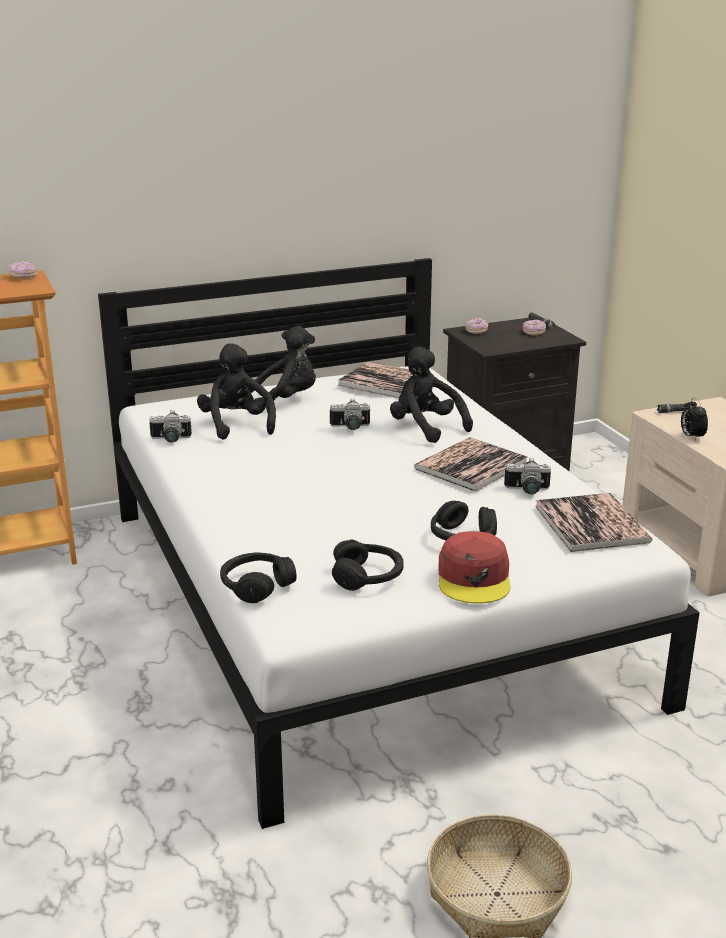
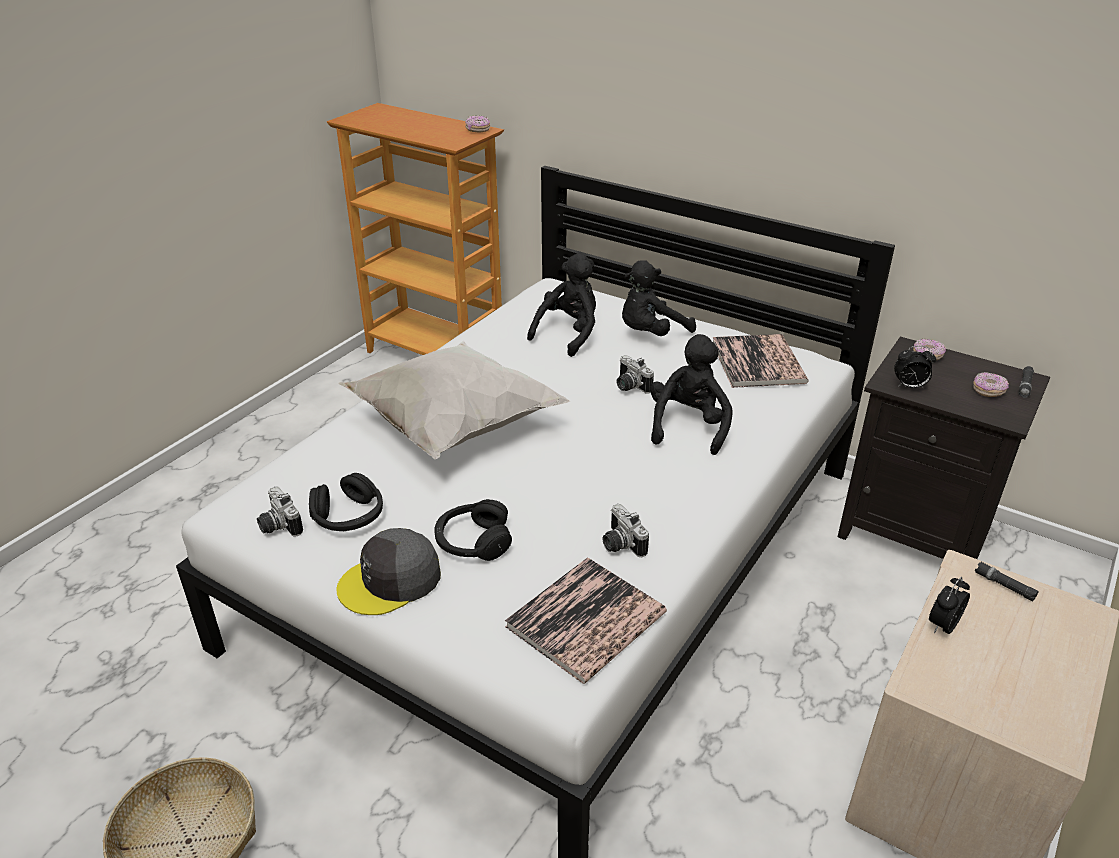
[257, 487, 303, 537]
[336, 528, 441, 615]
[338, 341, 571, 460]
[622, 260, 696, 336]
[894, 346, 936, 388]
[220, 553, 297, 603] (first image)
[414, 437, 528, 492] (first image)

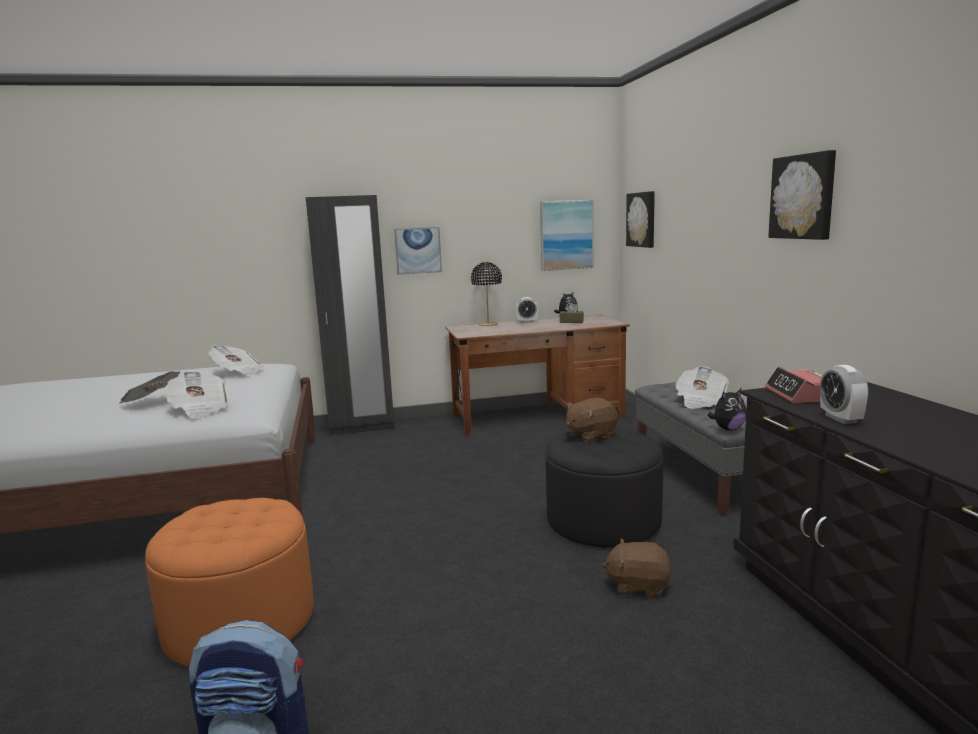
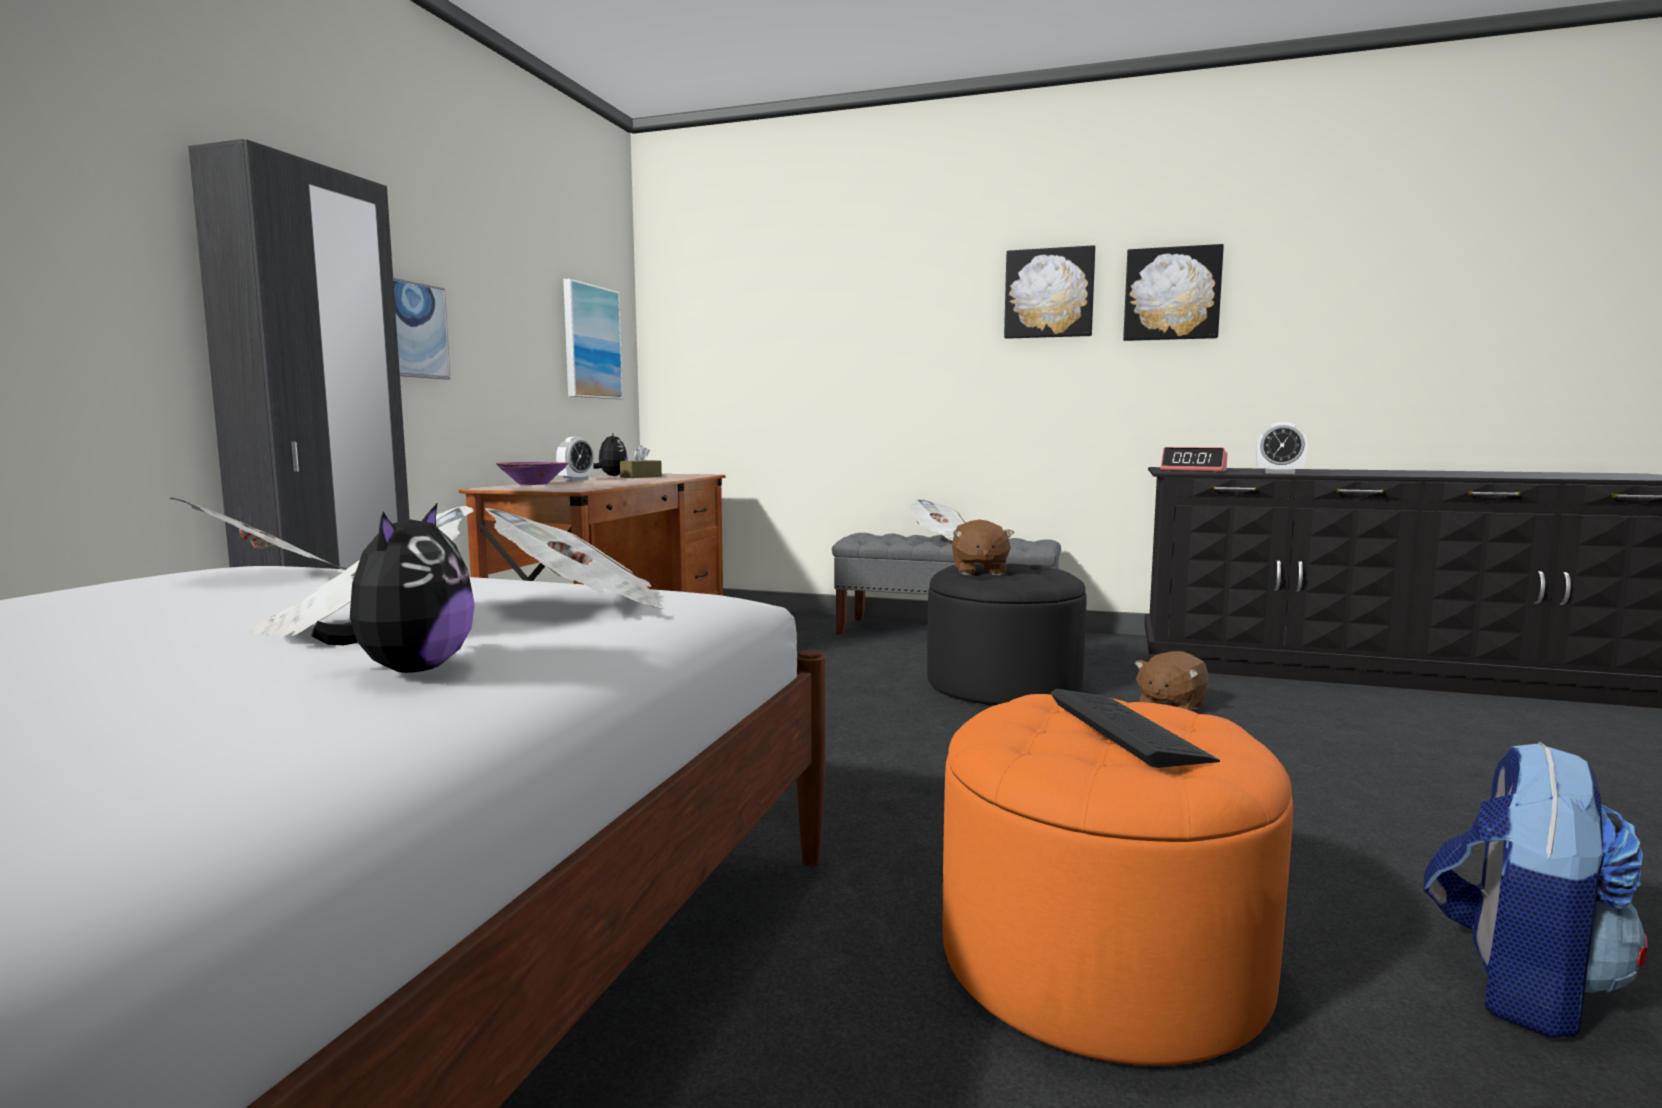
[311, 504, 475, 673]
[496, 462, 568, 485]
[1051, 689, 1220, 768]
[1123, 244, 1224, 341]

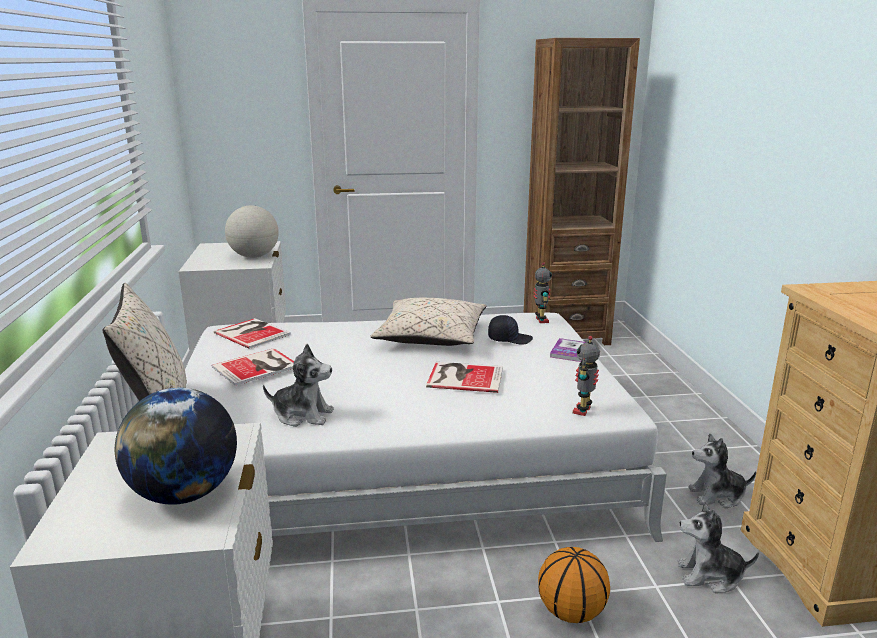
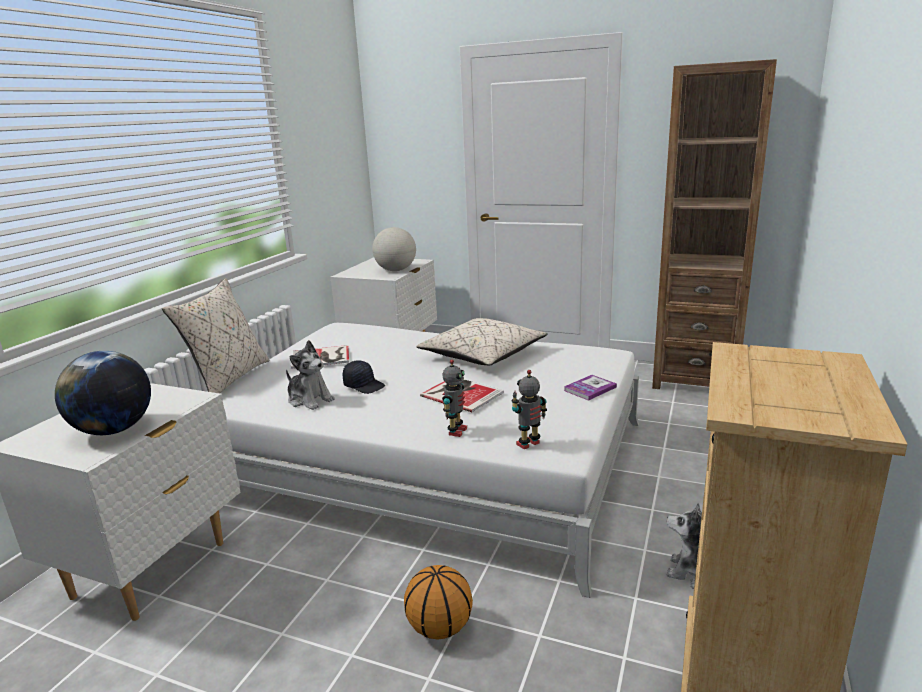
[343, 360, 385, 394]
[442, 359, 467, 437]
[214, 318, 291, 349] (first image)
[677, 501, 759, 593] (first image)

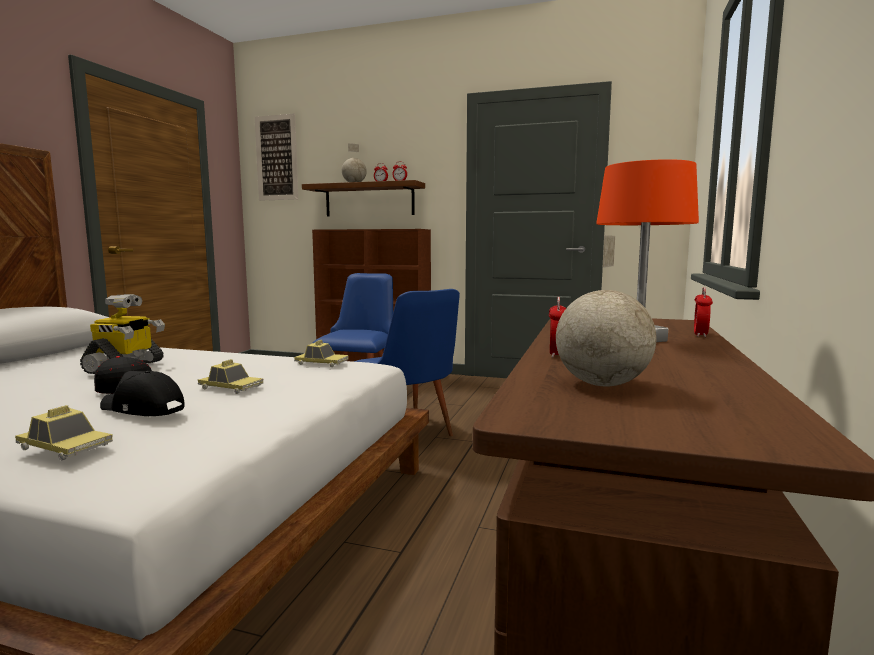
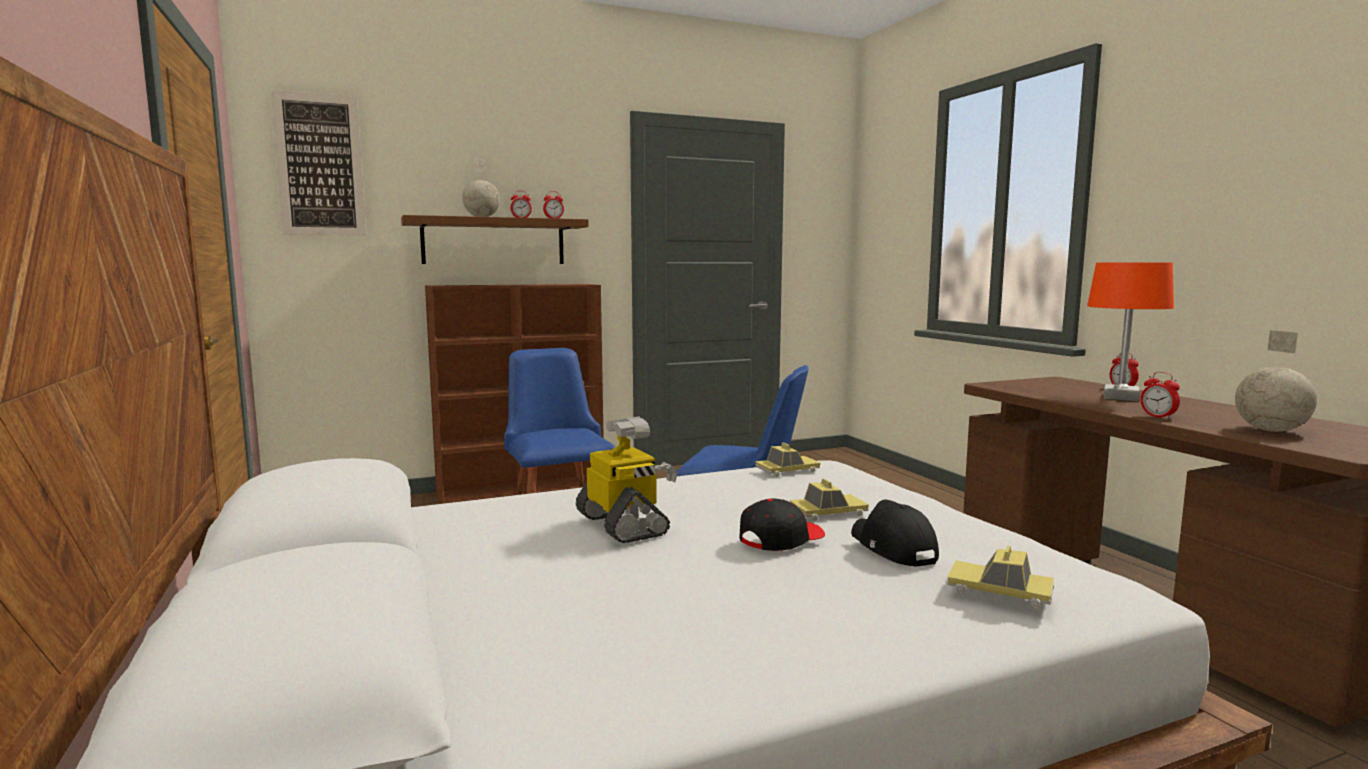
[851, 499, 939, 566]
[947, 545, 1054, 609]

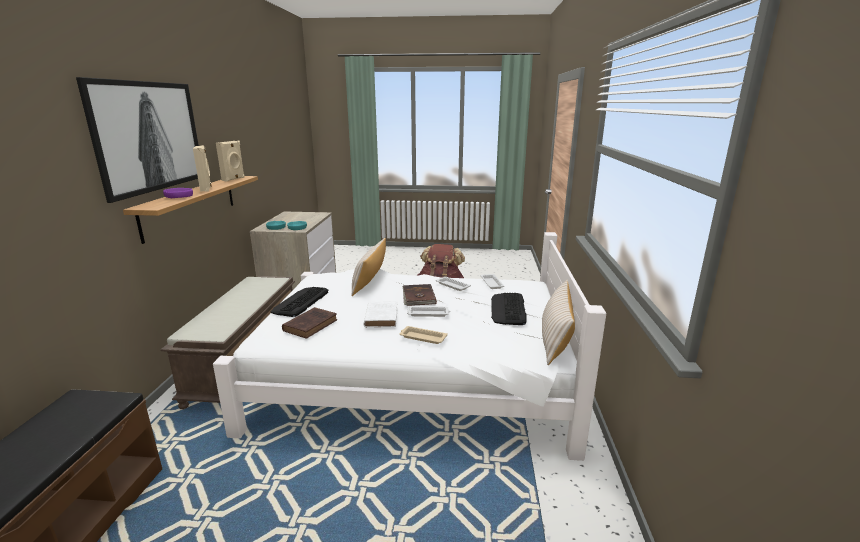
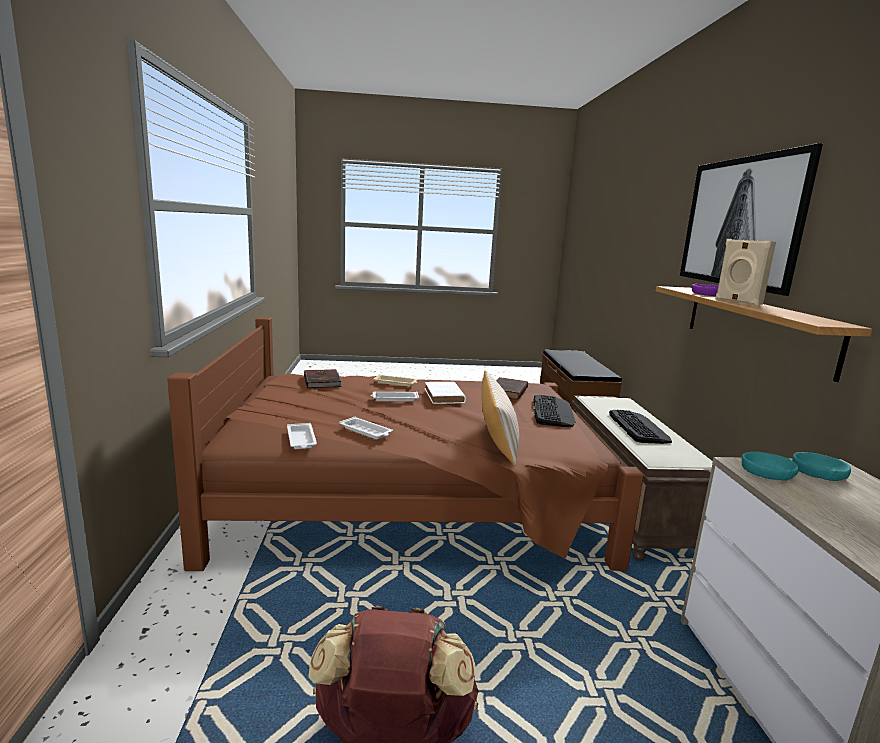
[167, 317, 644, 571]
[304, 369, 342, 388]
[609, 410, 672, 444]
[216, 141, 245, 181] (first image)
[542, 280, 575, 365] (first image)

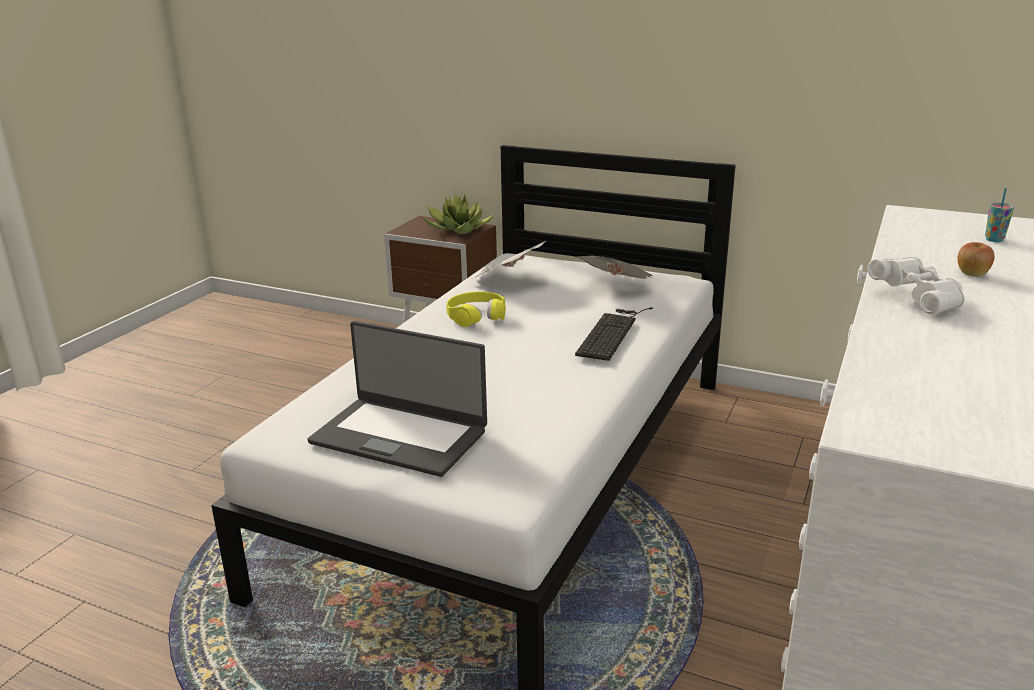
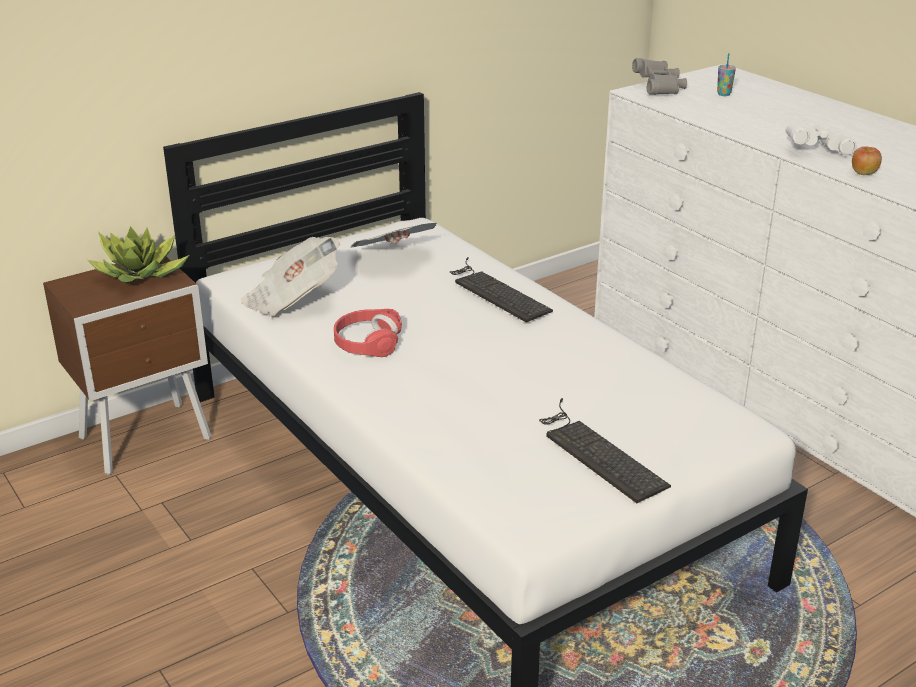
[334, 309, 402, 357]
[539, 398, 671, 503]
[632, 58, 687, 95]
[852, 146, 882, 175]

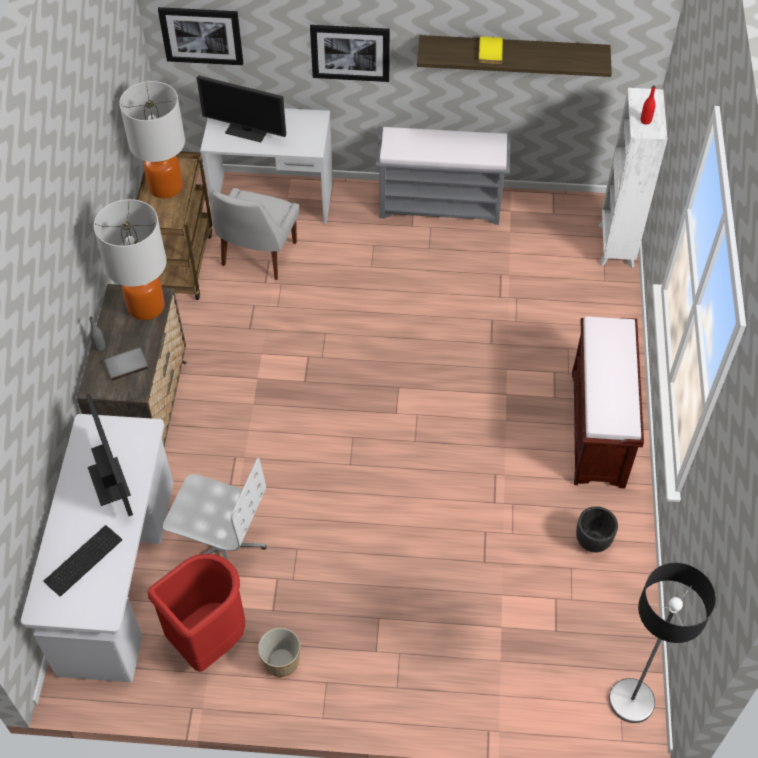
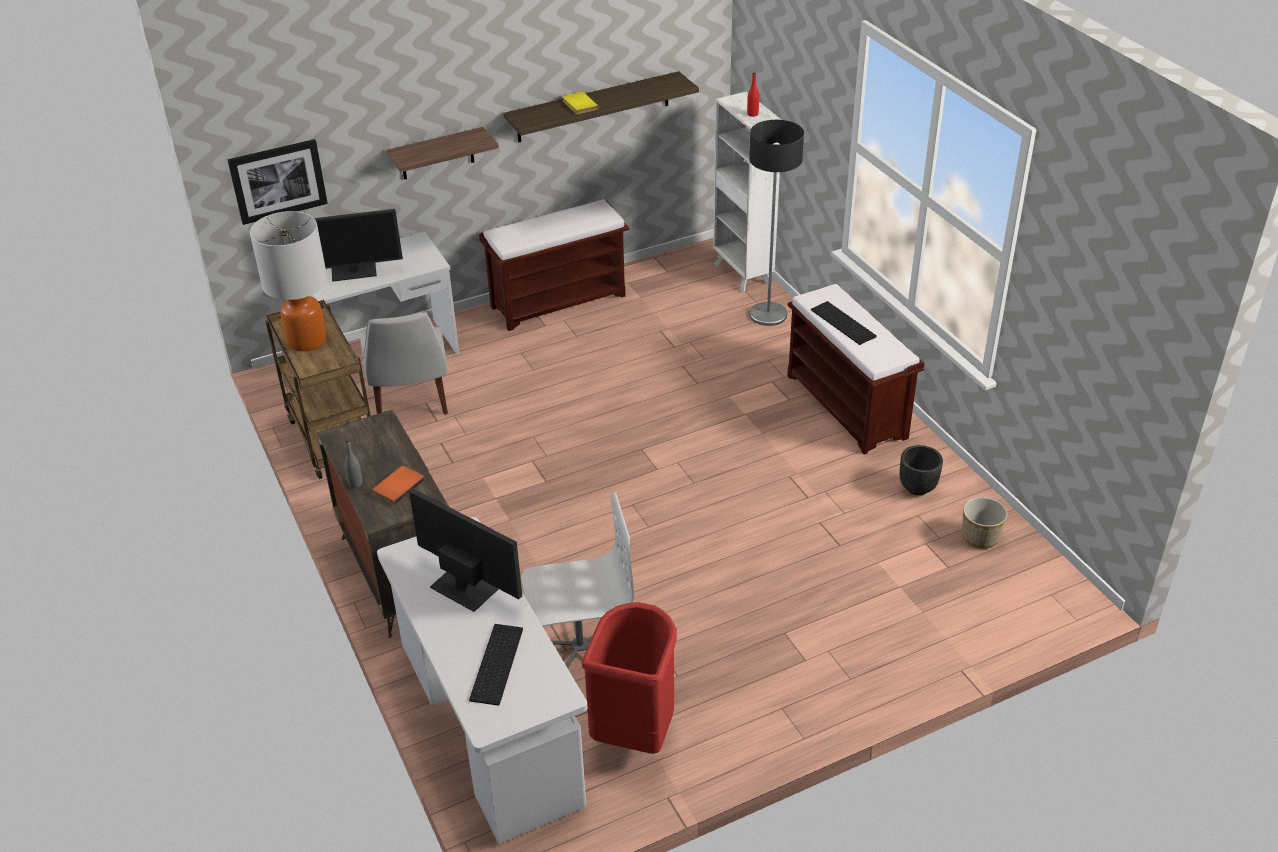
[372, 466, 425, 505]
[386, 127, 499, 180]
[479, 199, 629, 331]
[749, 120, 804, 326]
[811, 301, 877, 345]
[962, 497, 1007, 549]
[94, 199, 167, 320] (first image)

